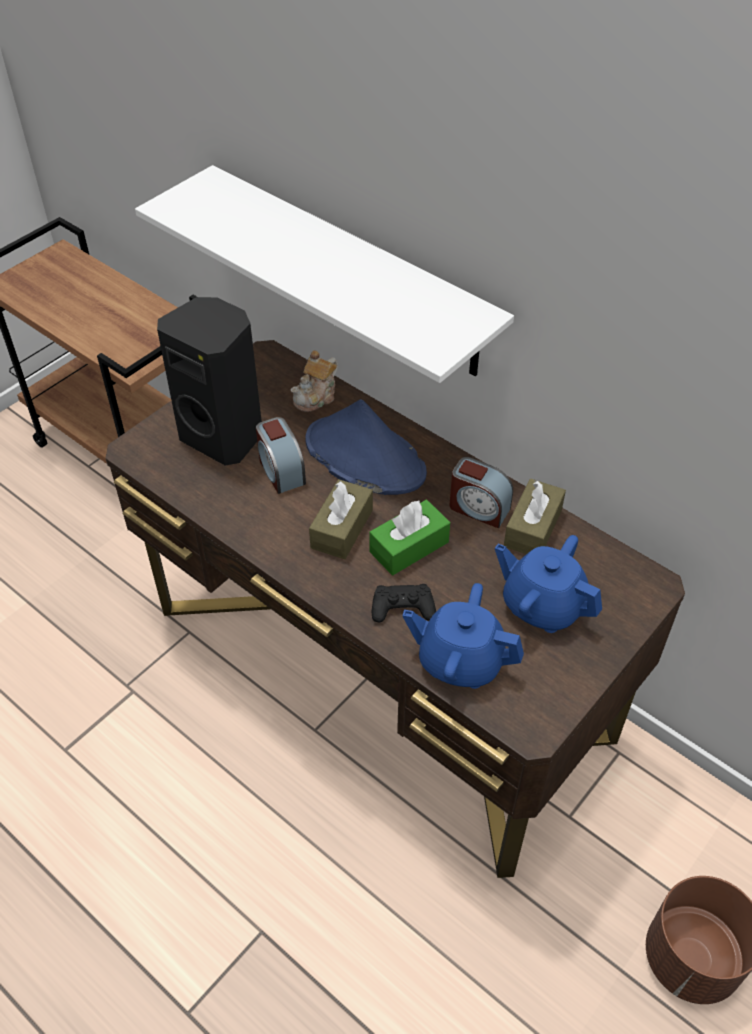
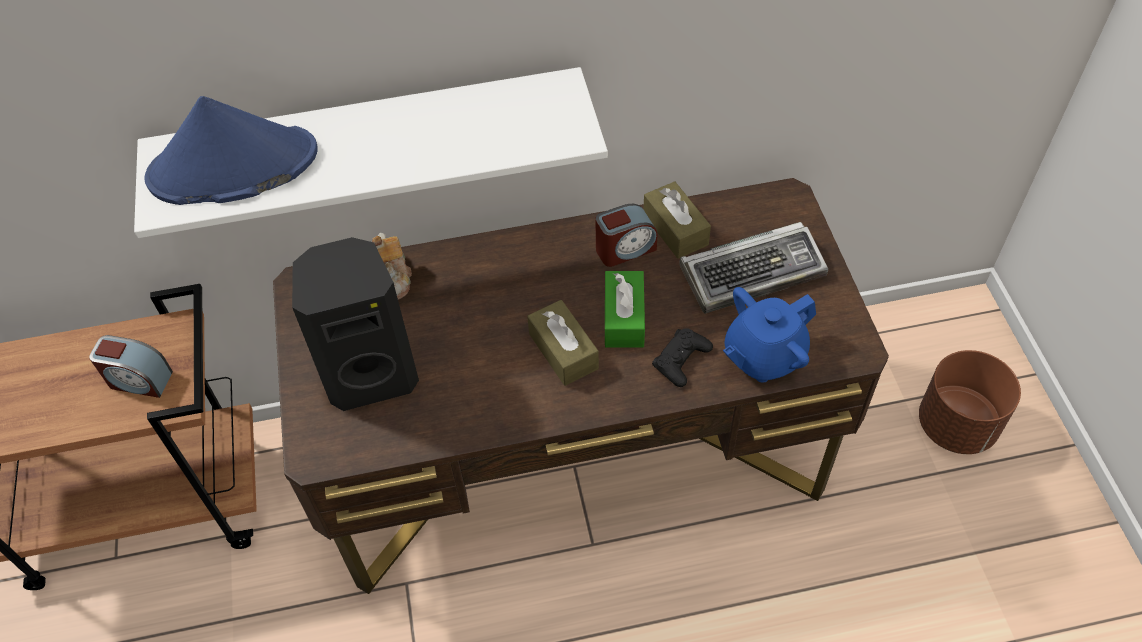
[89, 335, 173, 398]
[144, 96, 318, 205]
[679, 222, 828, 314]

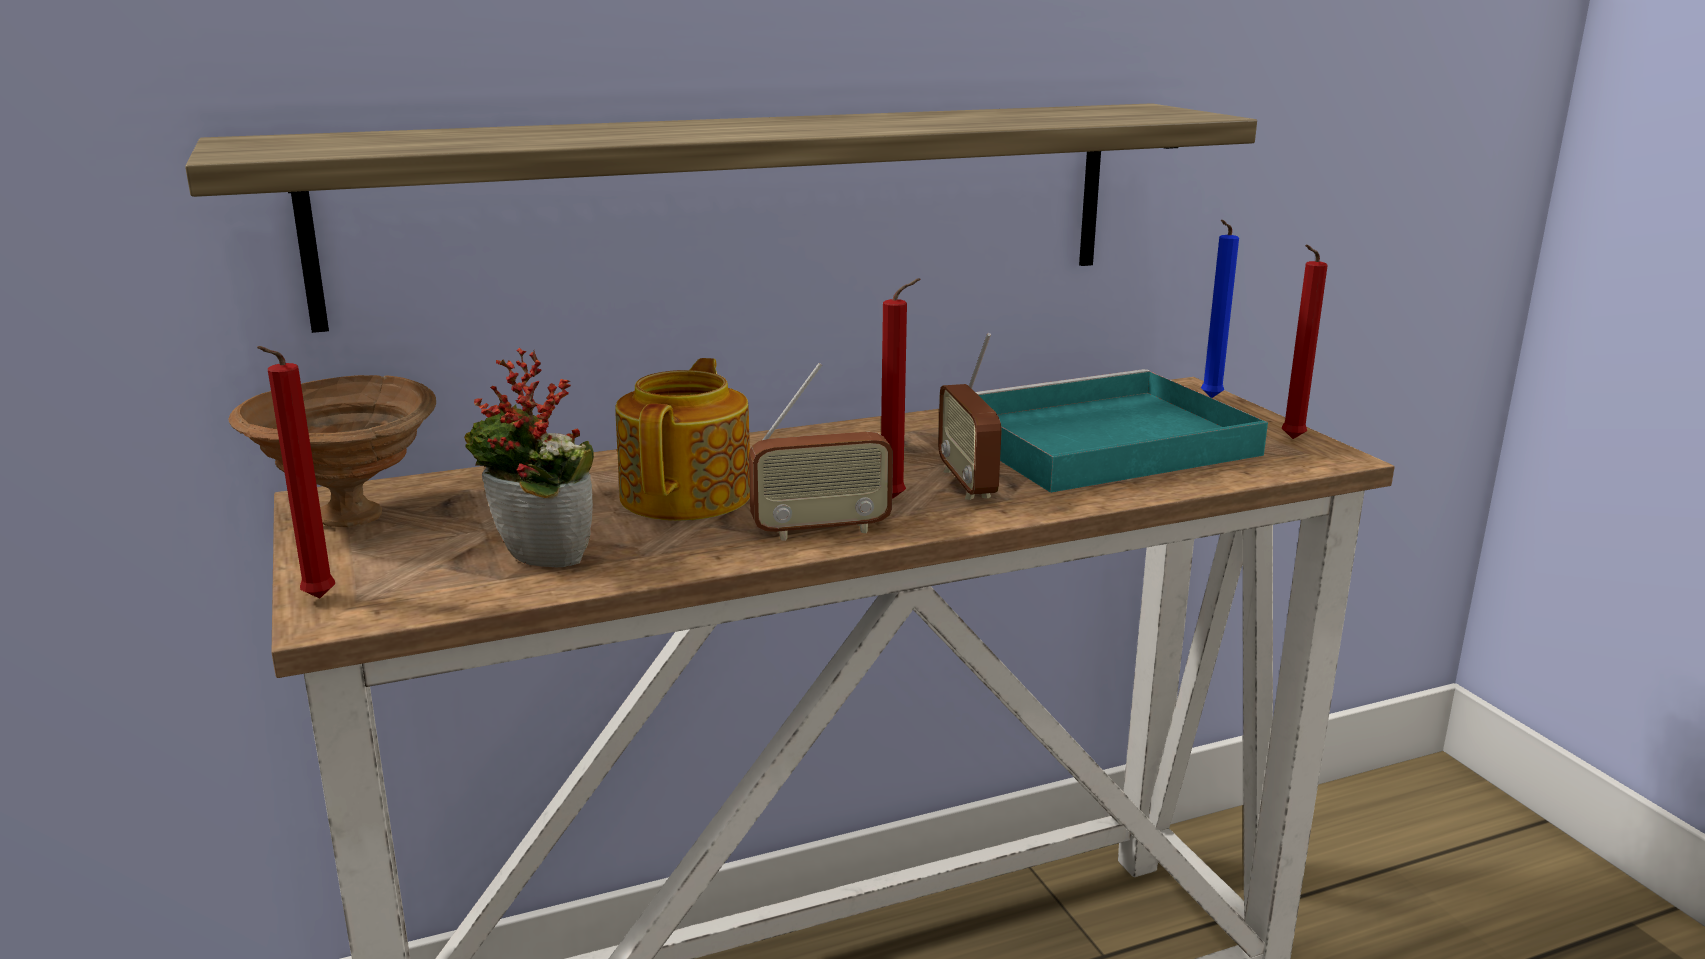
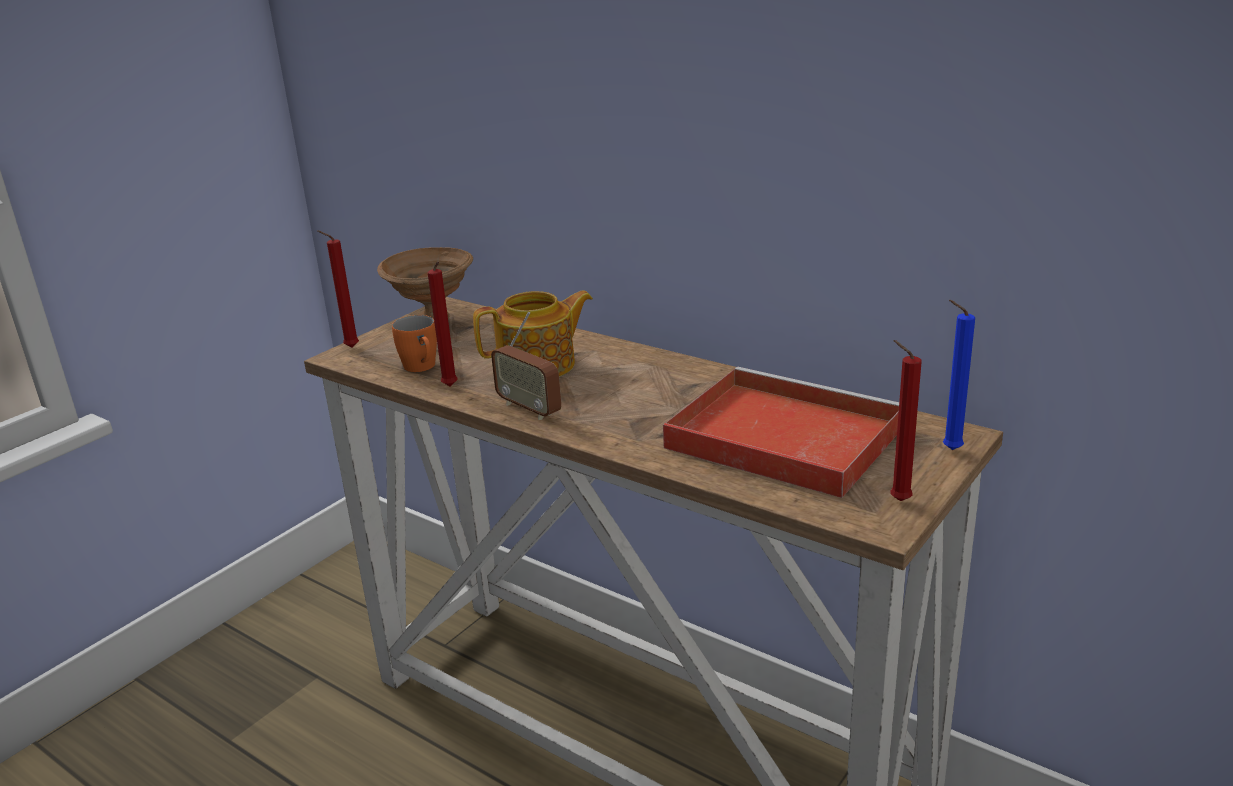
[392, 315, 437, 372]
[428, 261, 458, 386]
[663, 367, 899, 498]
[185, 103, 1257, 333] (first image)
[938, 333, 1002, 500] (first image)

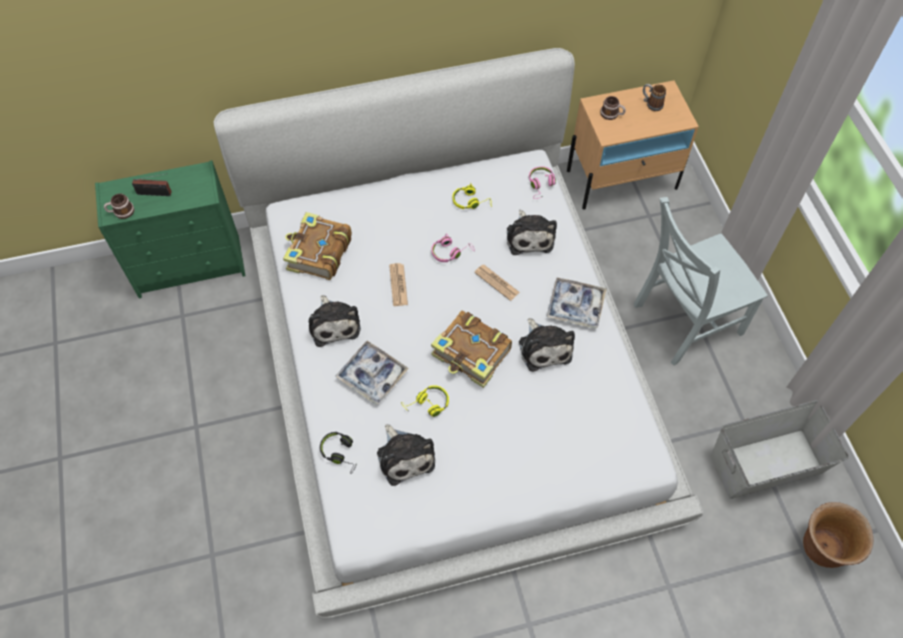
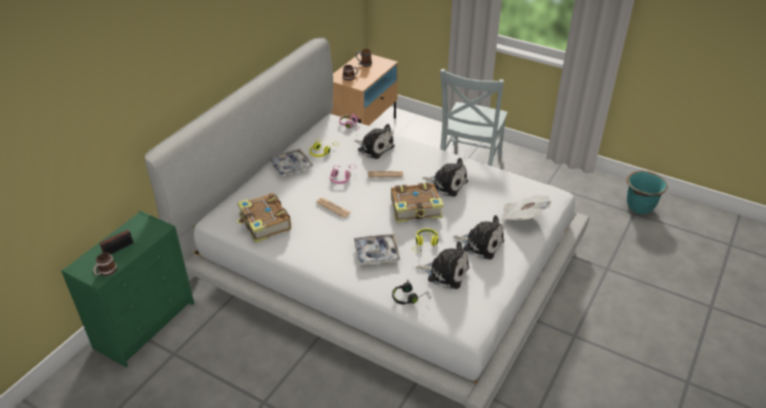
[268, 149, 314, 176]
[453, 215, 504, 260]
[502, 195, 552, 220]
[626, 171, 668, 214]
[711, 400, 849, 499] (first image)

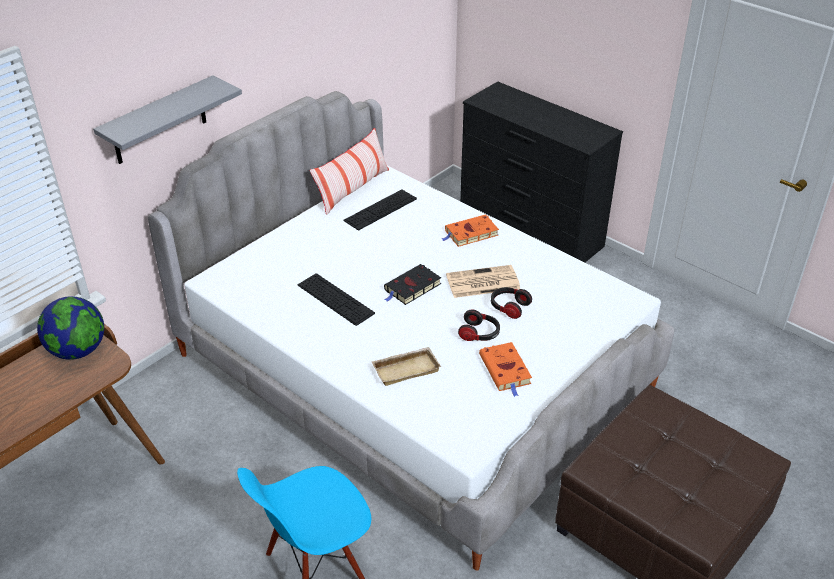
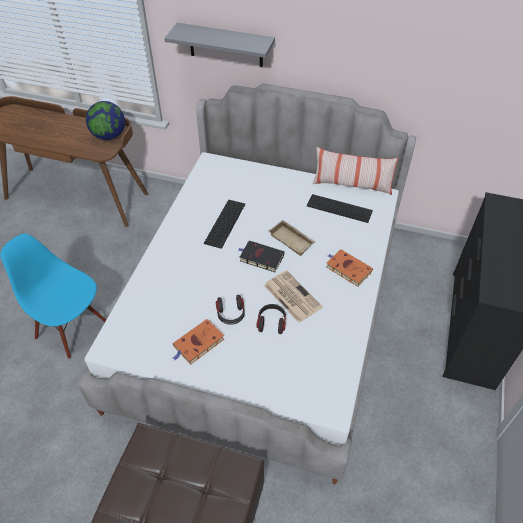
[269, 220, 315, 256]

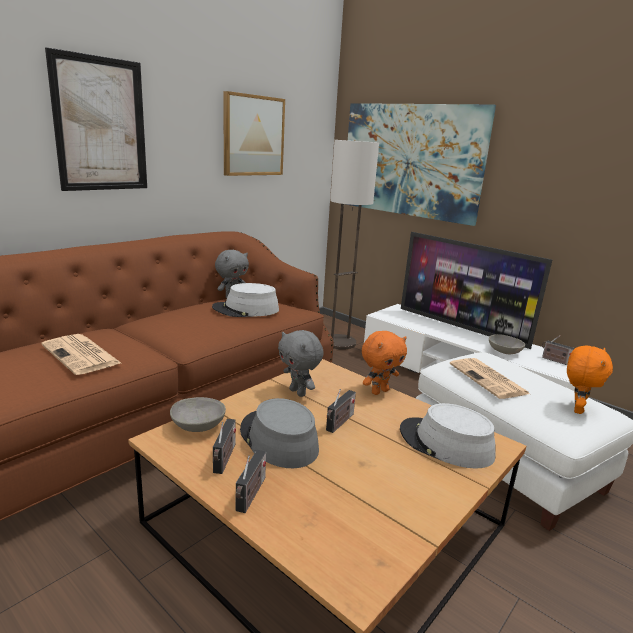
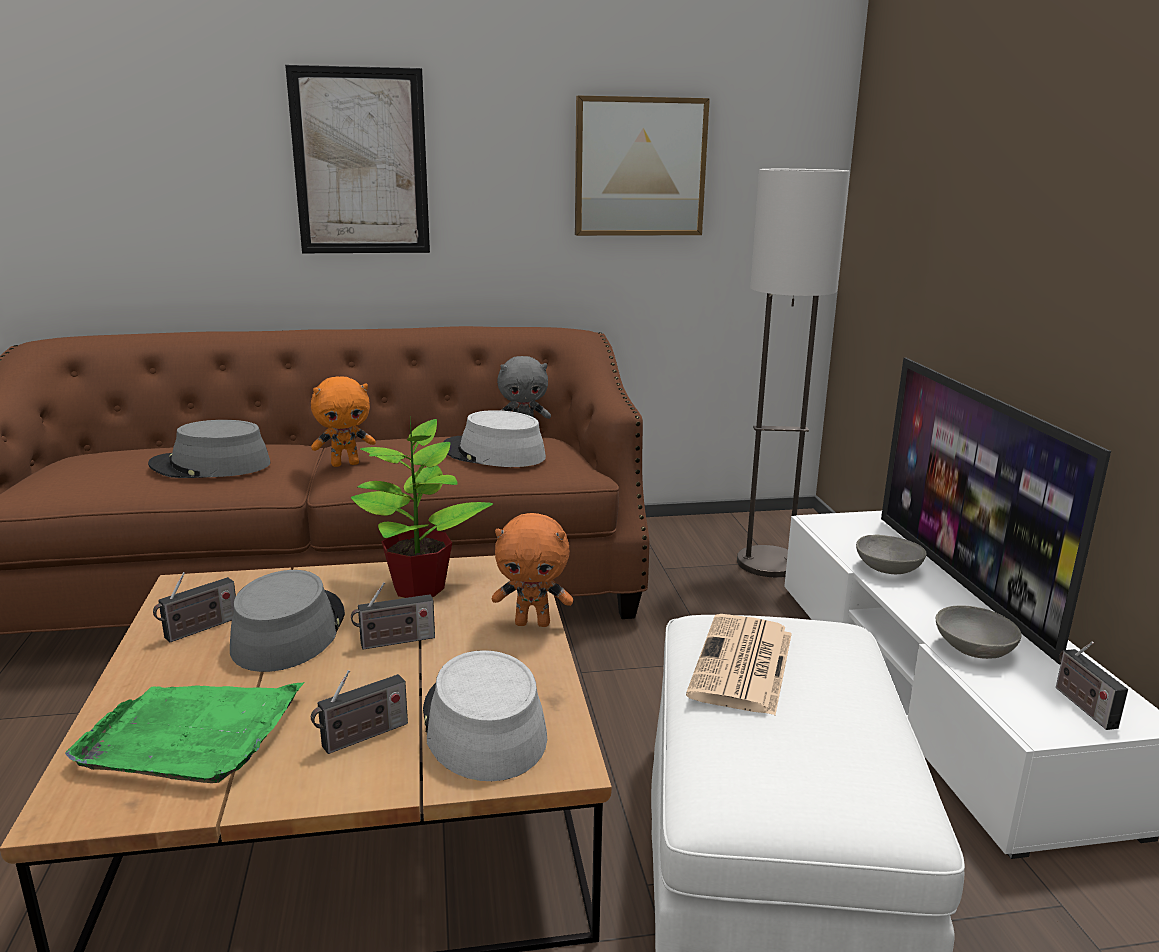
[65, 682, 305, 783]
[148, 420, 270, 478]
[311, 376, 376, 467]
[311, 670, 408, 754]
[351, 416, 493, 598]
[856, 535, 927, 574]
[345, 103, 496, 226] (first image)

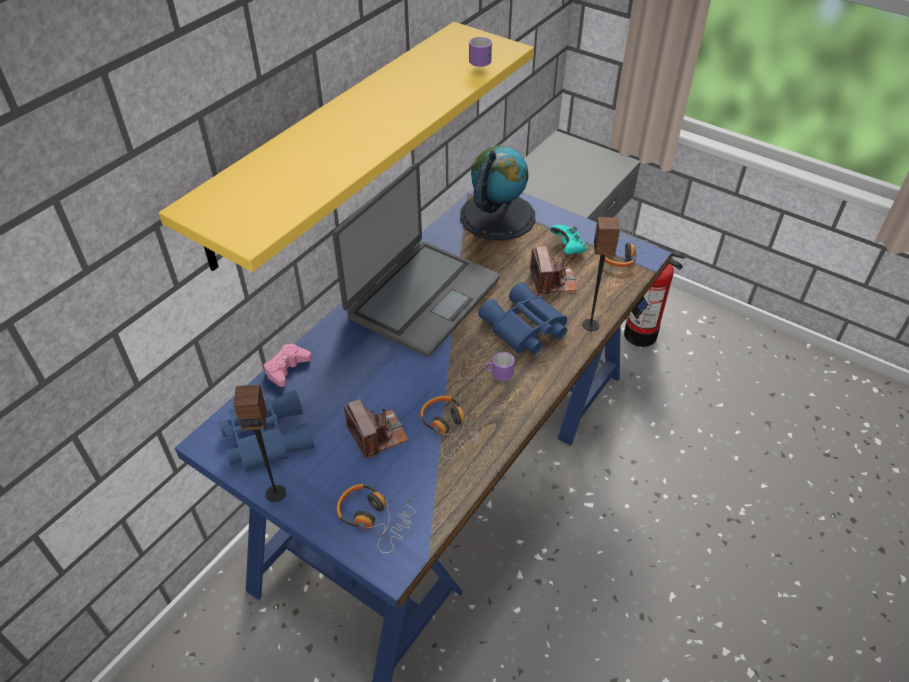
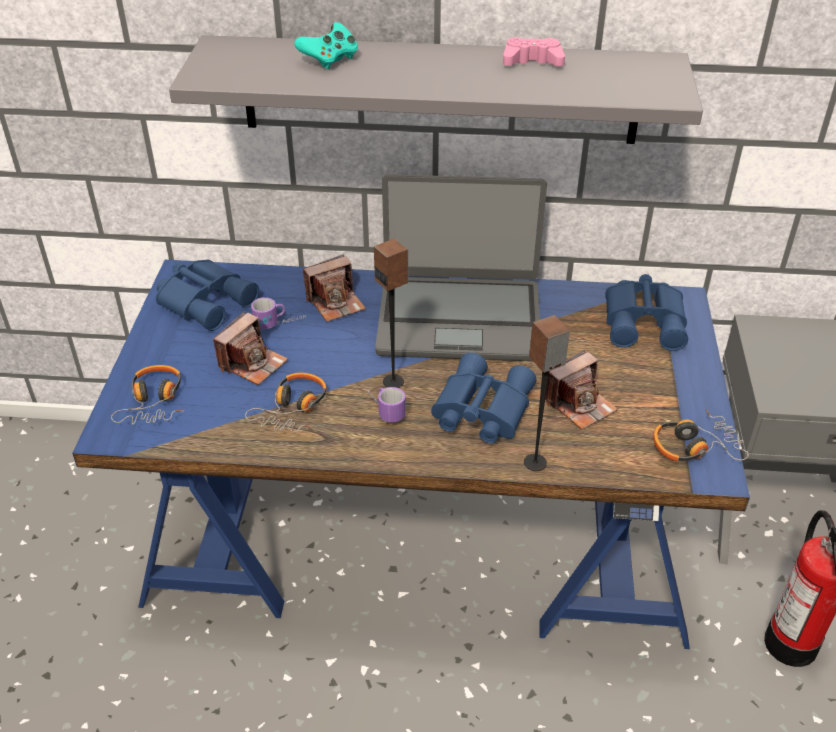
[169, 35, 703, 144]
[251, 297, 306, 329]
[294, 22, 358, 70]
[303, 254, 366, 322]
[374, 239, 408, 388]
[503, 38, 565, 66]
[605, 274, 688, 351]

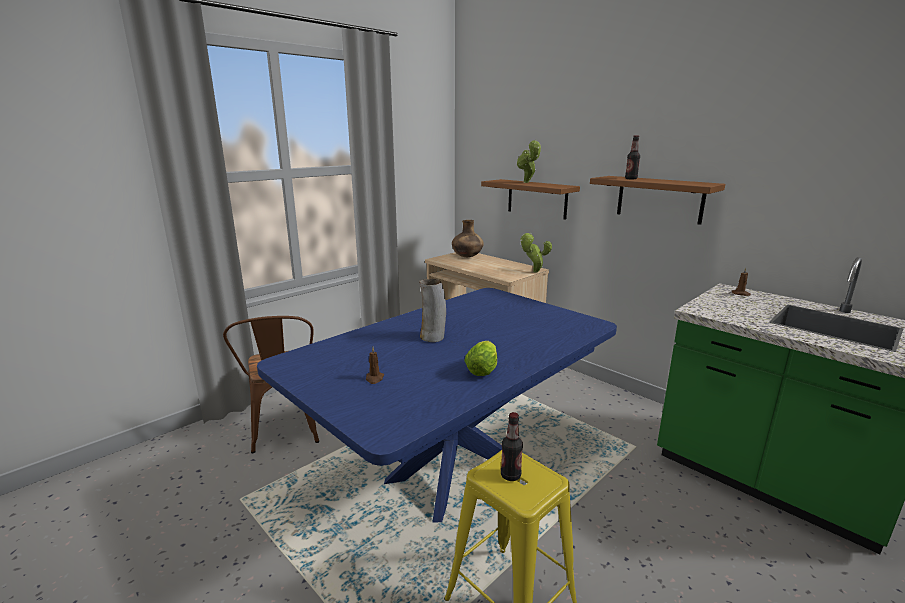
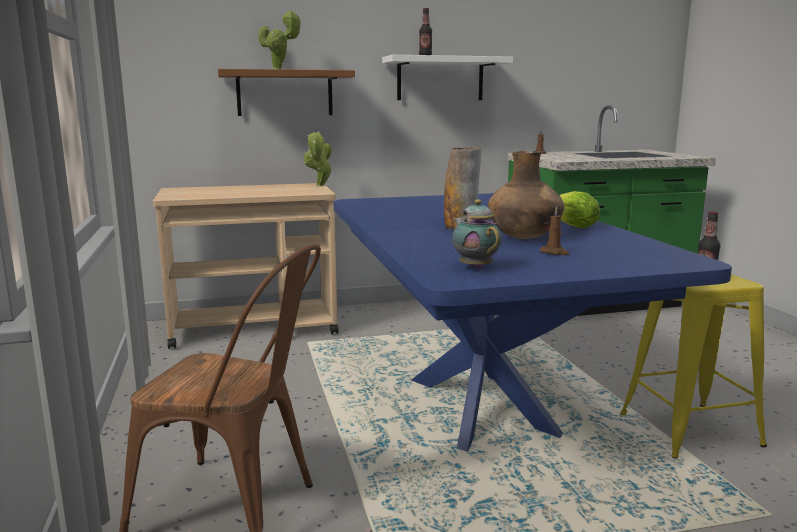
[382, 55, 513, 100]
[452, 199, 502, 270]
[488, 151, 565, 239]

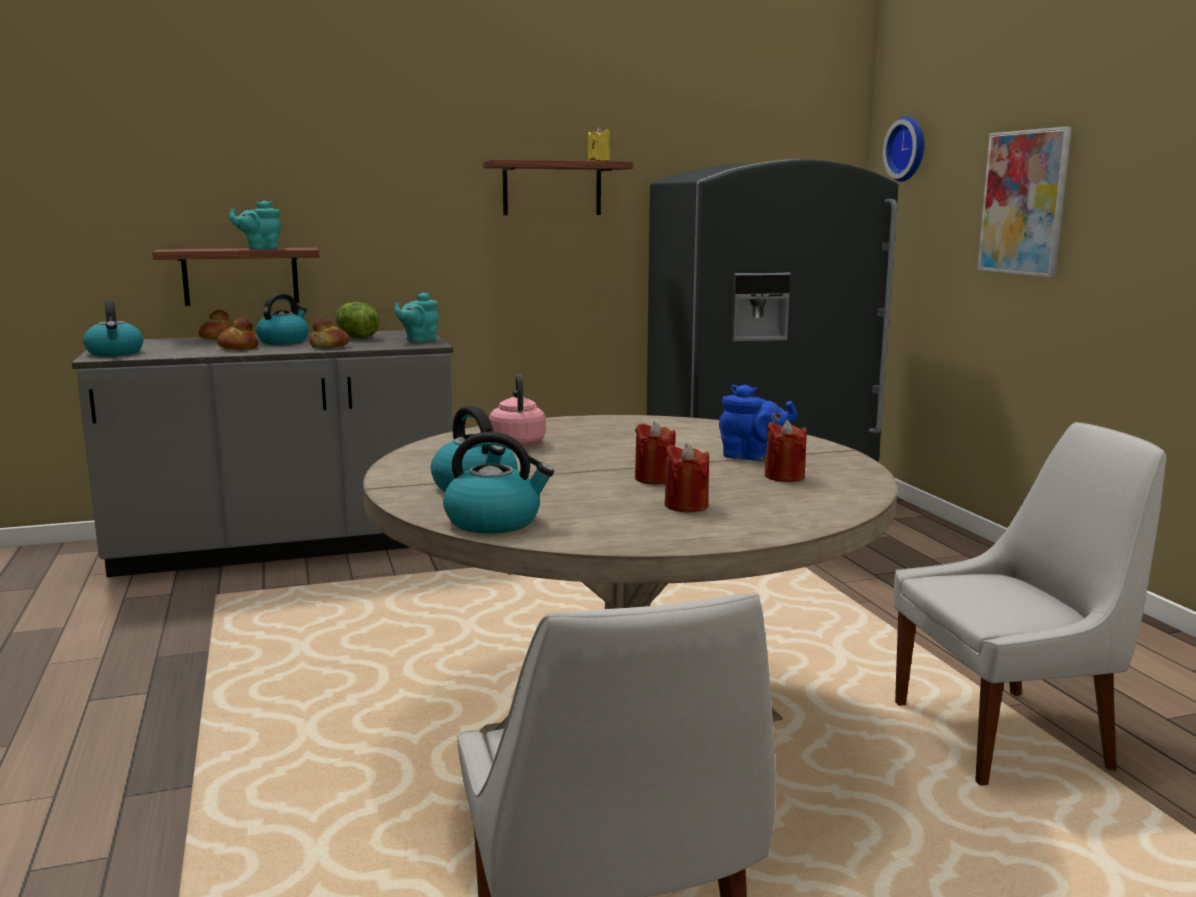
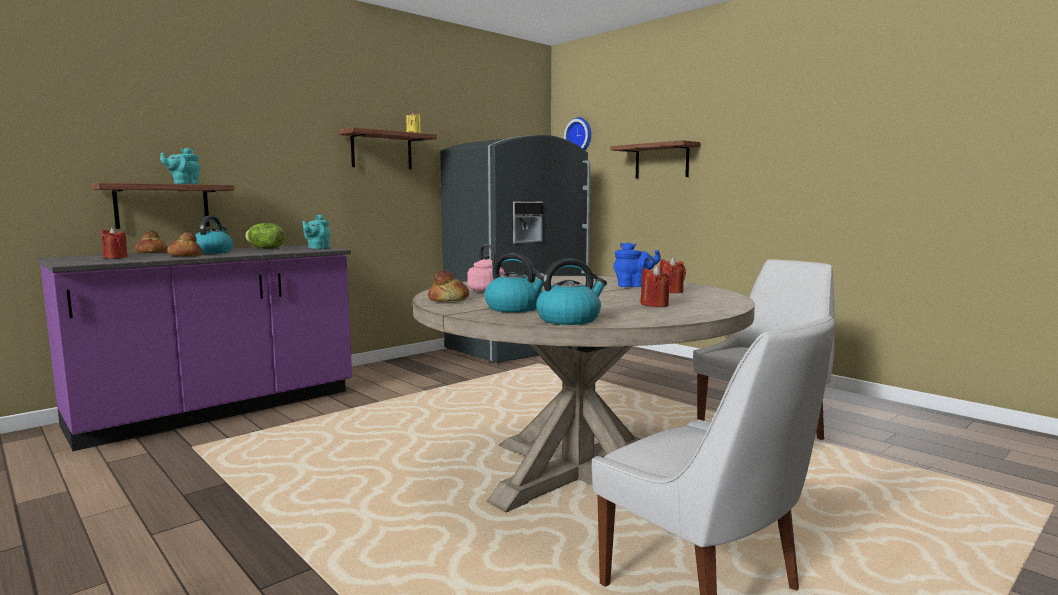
[37, 245, 352, 451]
[101, 228, 128, 259]
[428, 270, 469, 301]
[611, 140, 700, 179]
[83, 301, 143, 356] (first image)

